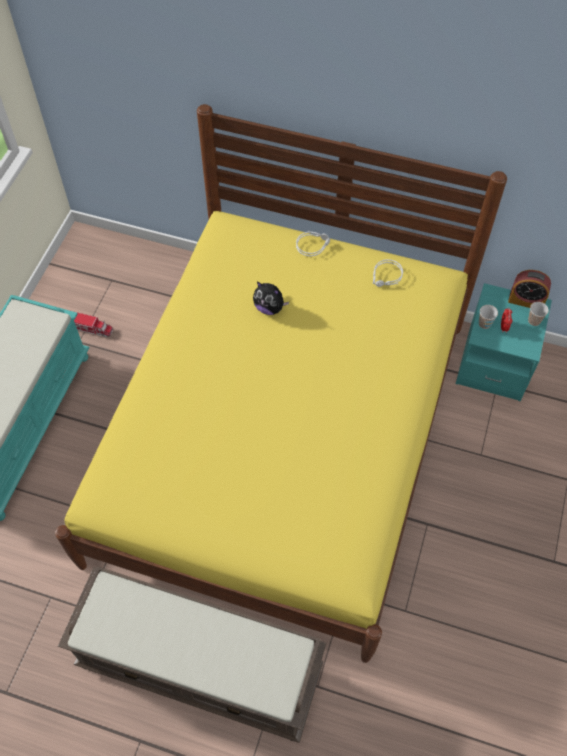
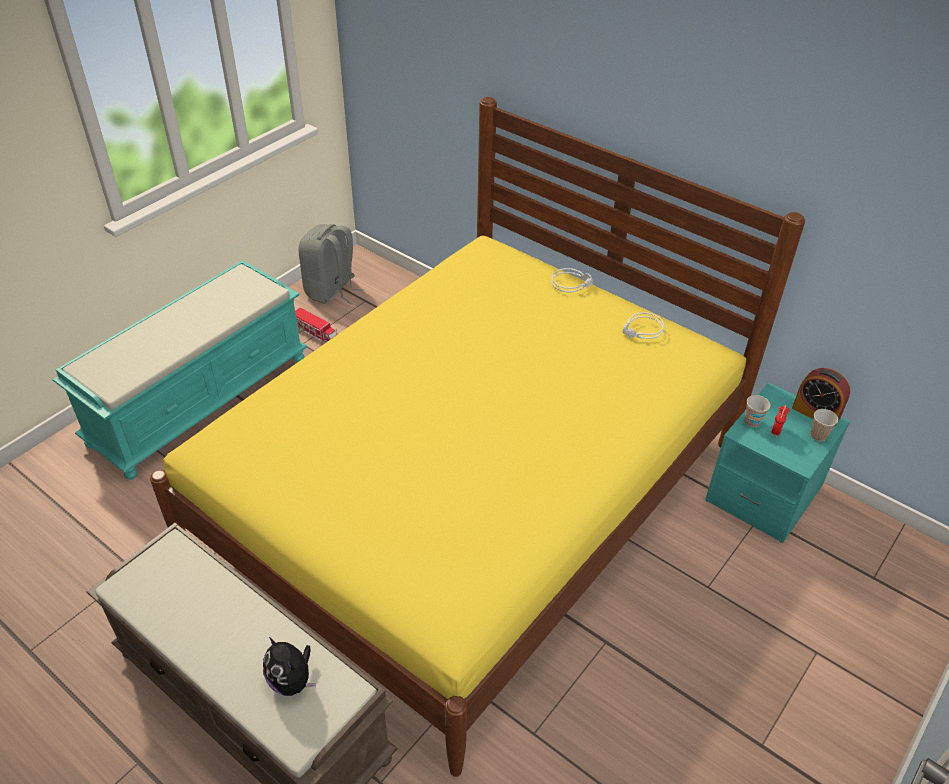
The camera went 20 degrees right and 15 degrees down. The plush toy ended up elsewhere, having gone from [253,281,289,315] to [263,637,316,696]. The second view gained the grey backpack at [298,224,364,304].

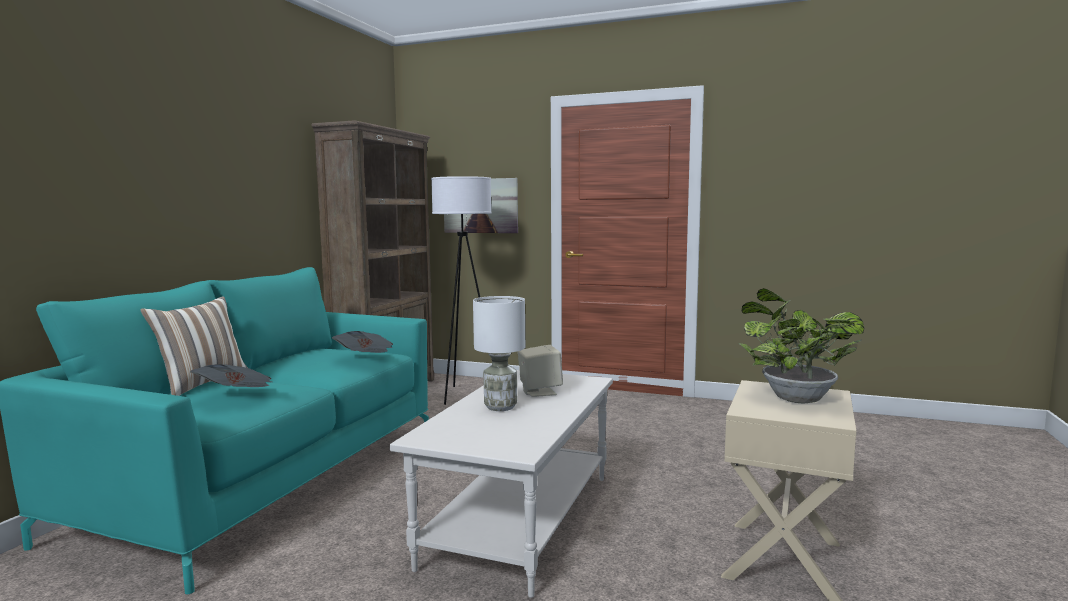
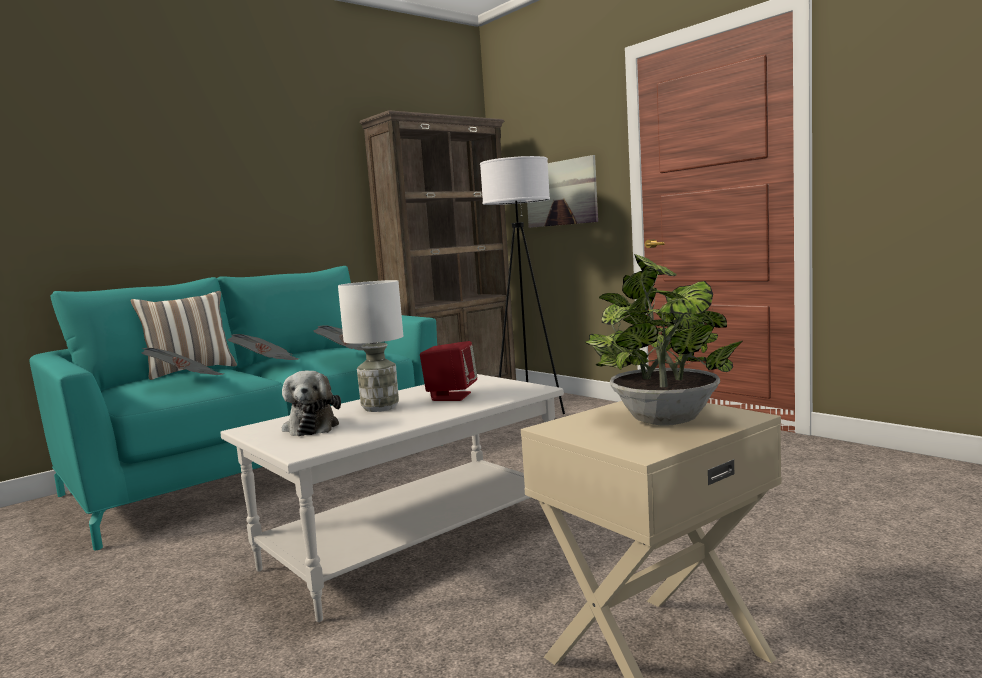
The camera went 30 degrees right and 0 degrees up. The second view gained the newspaper at [228,334,299,360]. The second view gained the plush toy at [282,371,341,436]. What was the beige speaker at [518,345,563,397] turned into the red speaker at [420,341,477,401].

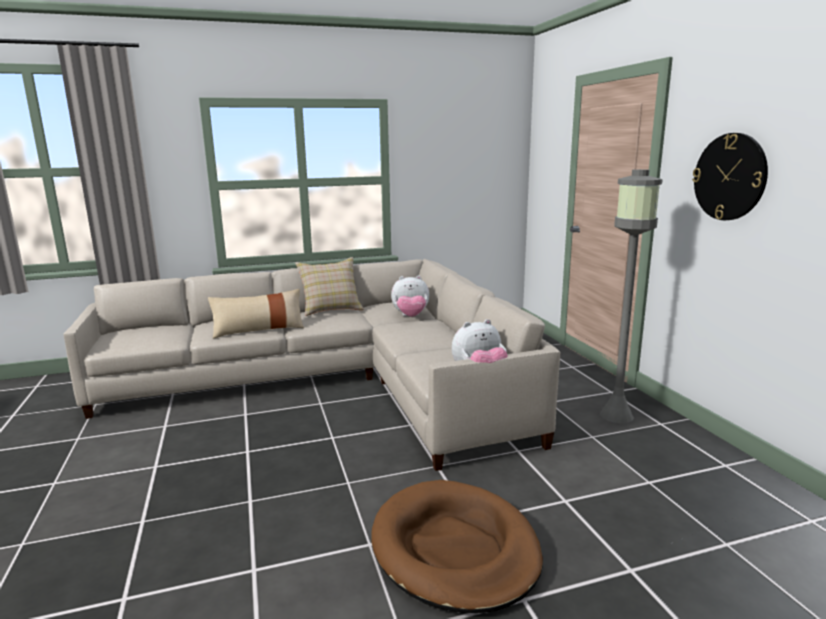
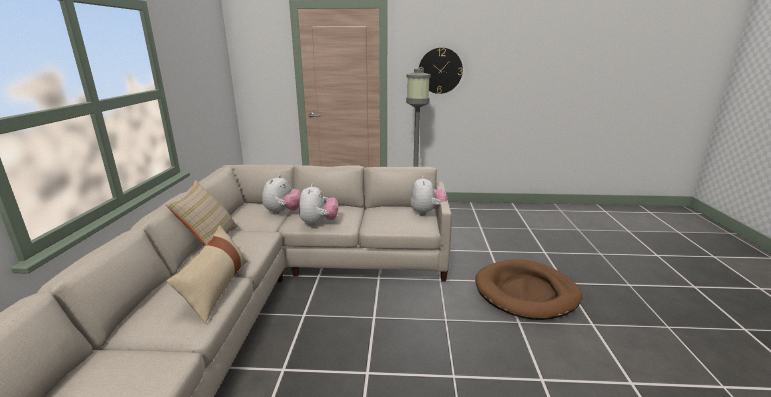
The camera went 70 degrees left and 5 degrees up. The second view gained the plush toy at [299,184,338,226].

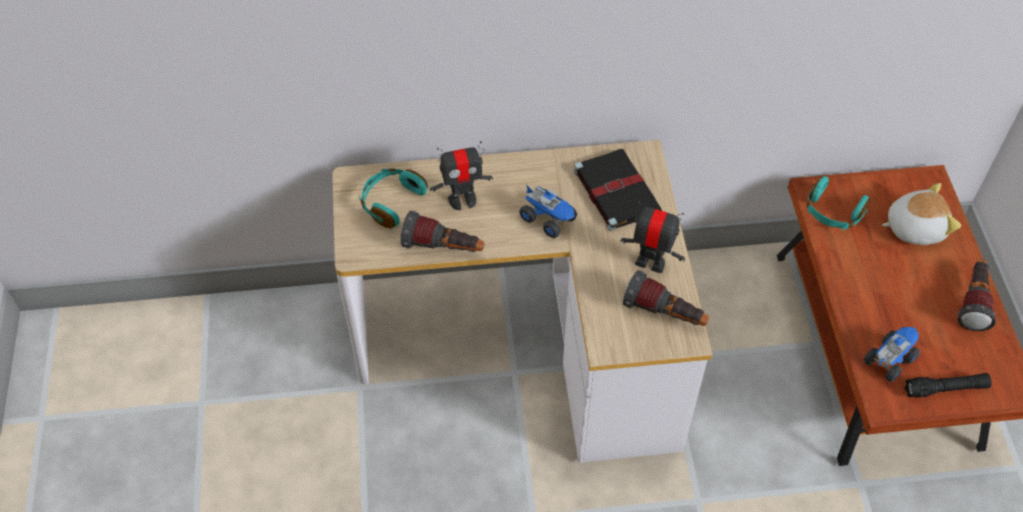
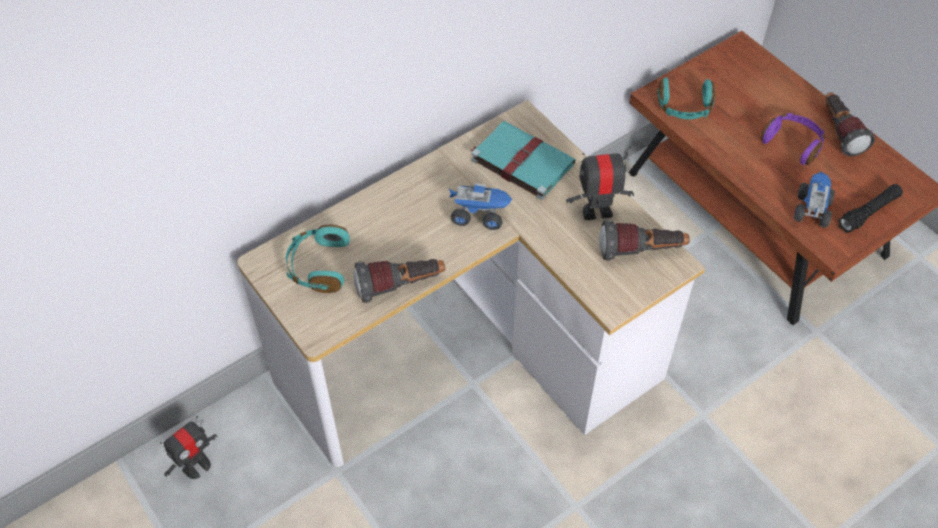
The camera went 30 degrees left and 0 degrees up. The toy robot ended up elsewhere, having gone from [430,141,493,210] to [160,416,218,479]. What was the black book at [574,149,662,231] turned into the turquoise book at [471,121,576,200]. The second view gained the purple headphones at [760,113,825,165]. The second view lost the plush toy at [882,183,961,245].

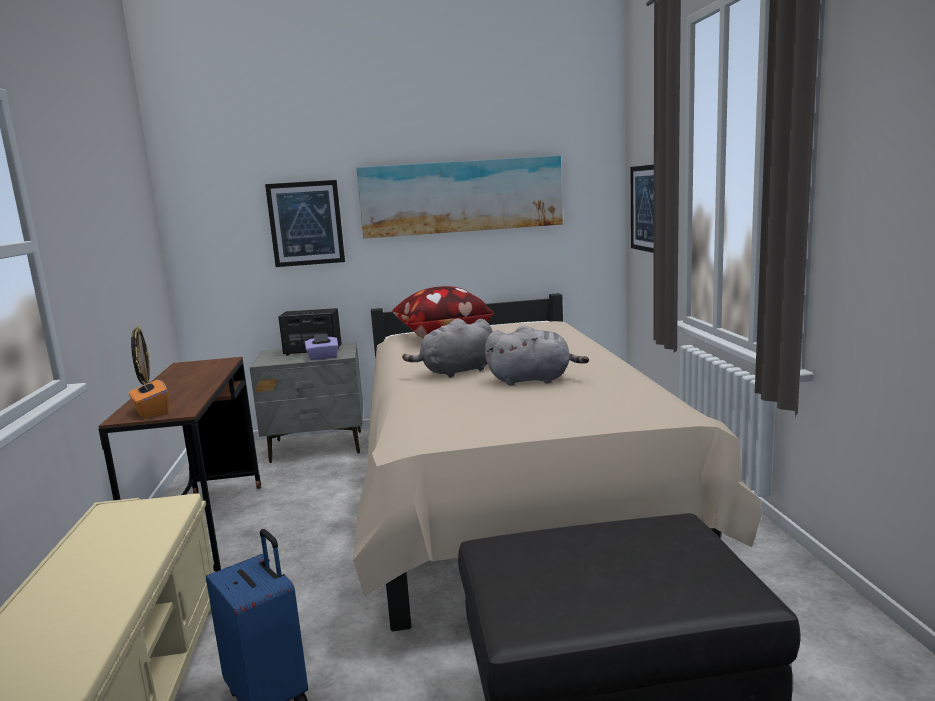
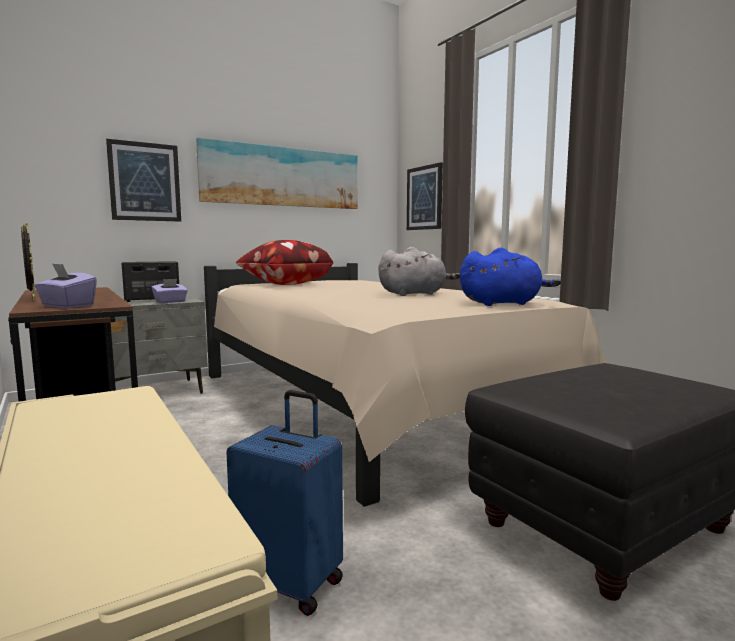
The camera went 25 degrees left and 5 degrees down. What was the orange tissue box at [129,378,169,418] turned into the purple tissue box at [34,263,97,308]. The second view gained the blue plush toy at [460,247,561,306]. The second view lost the grey plush toy at [402,318,493,378].

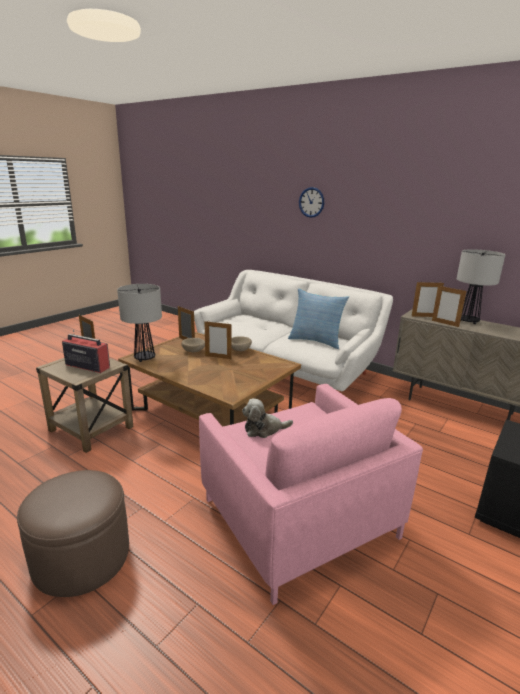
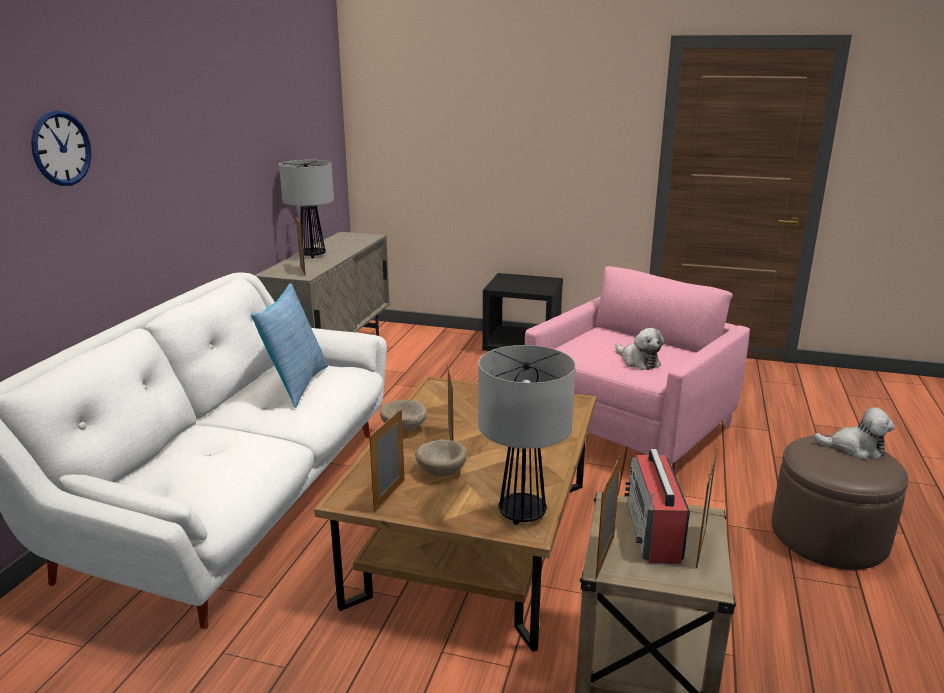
The camera went 110 degrees left and 0 degrees up. The picture frame ended up elsewhere, having gone from [432,286,467,327] to [696,446,717,568]. The second view gained the plush toy at [814,407,895,460].

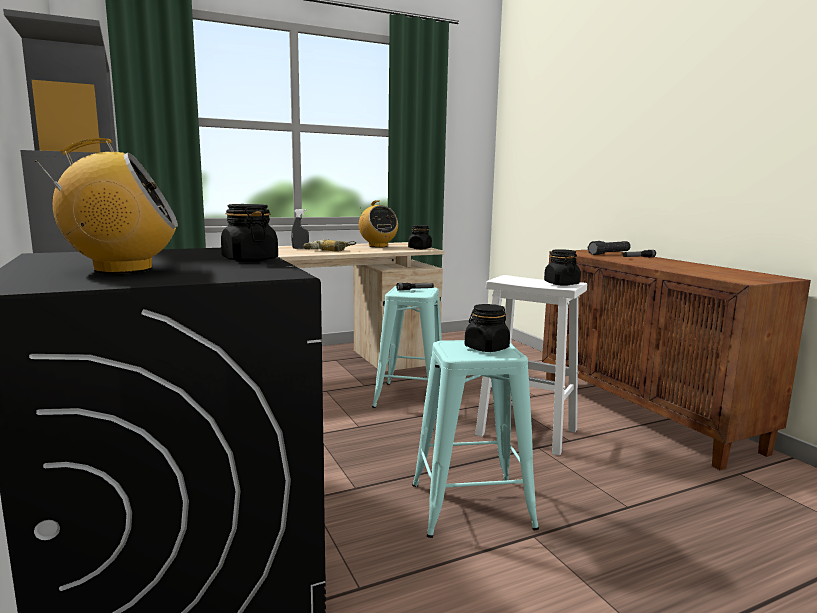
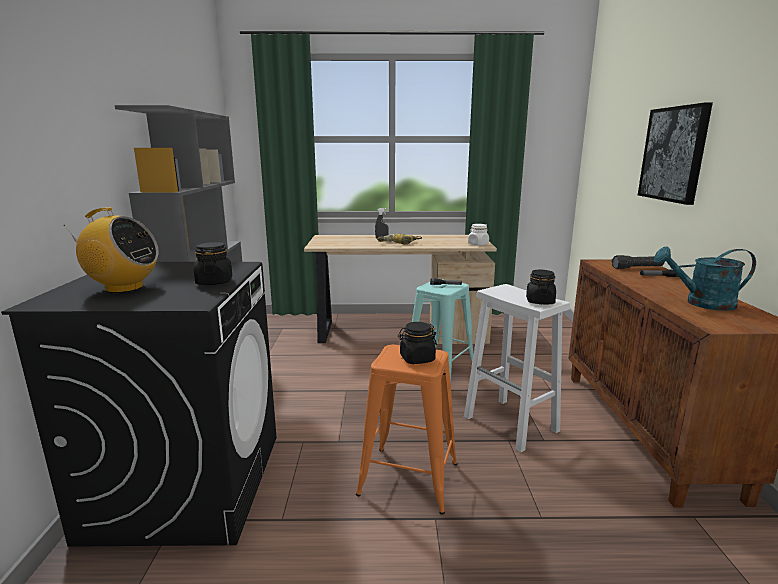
The camera went 25 degrees right and 5 degrees up. What was the turquoise stool at [412,340,539,538] turned into the orange stool at [356,345,457,515]. What was the black jar at [408,225,432,249] turned into the white jar at [468,224,489,246]. The second view gained the picture at [638,102,713,205]. The second view gained the turquoise watering can at [654,246,756,311]. The second view lost the radio at [359,200,398,247].

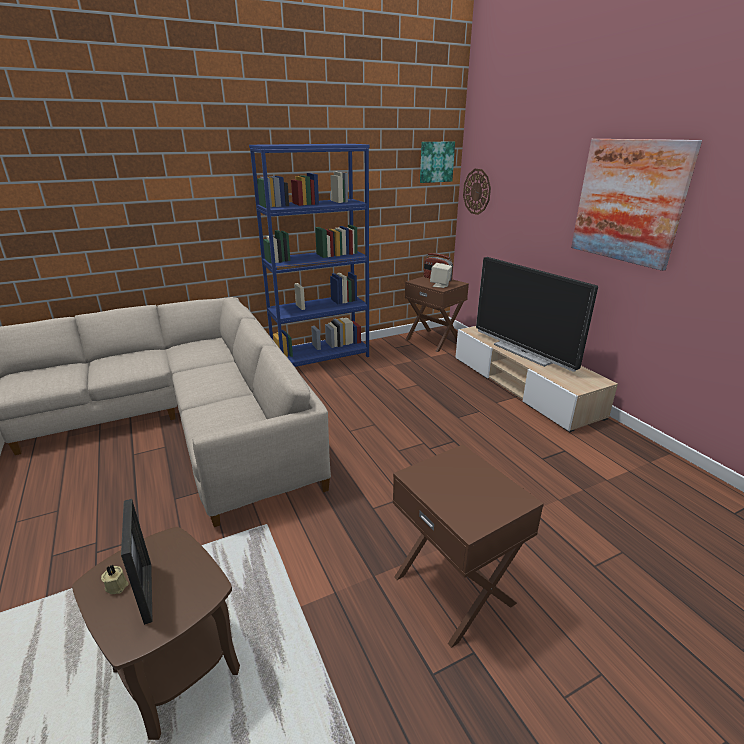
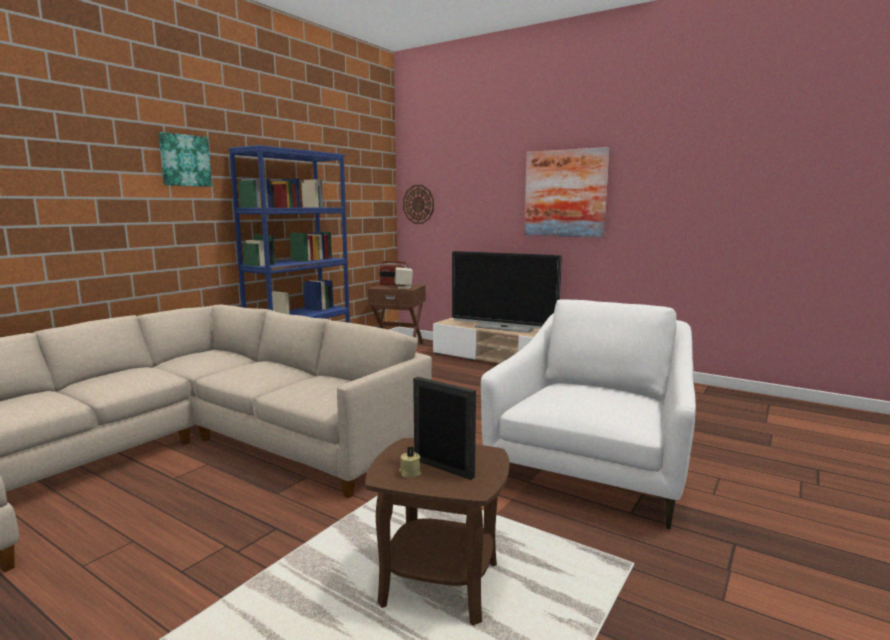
The camera went 30 degrees left and 15 degrees down. The picture ended up elsewhere, having gone from [420,142,455,183] to [158,132,212,187]. Where the brown side table stood at [393,444,544,648], the white armchair came to stand at [481,299,696,529].

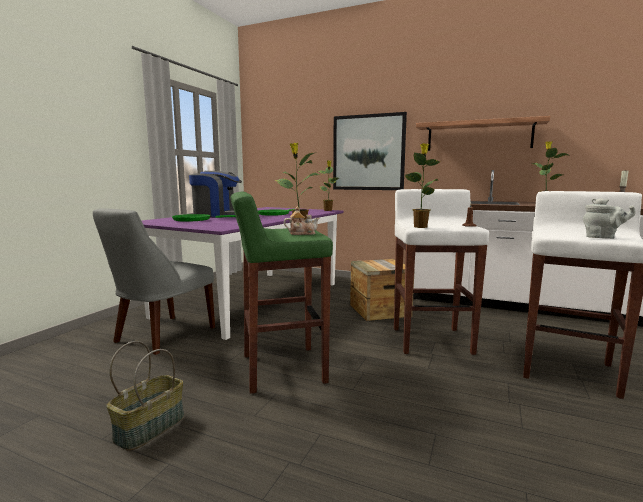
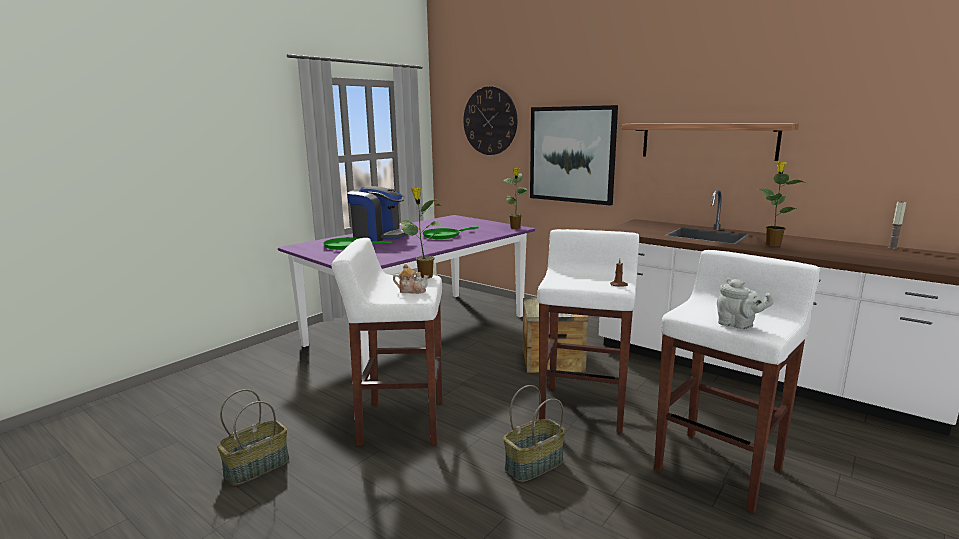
The camera went 15 degrees right and 5 degrees up. What was the green stool at [231,192,333,394] turned into the white stool at [331,238,443,446]. The second view gained the wall clock at [463,86,517,155]. The second view gained the basket at [503,385,566,482]. The second view lost the grey chair at [93,208,215,355]. The second view lost the potted plant at [405,143,439,228].

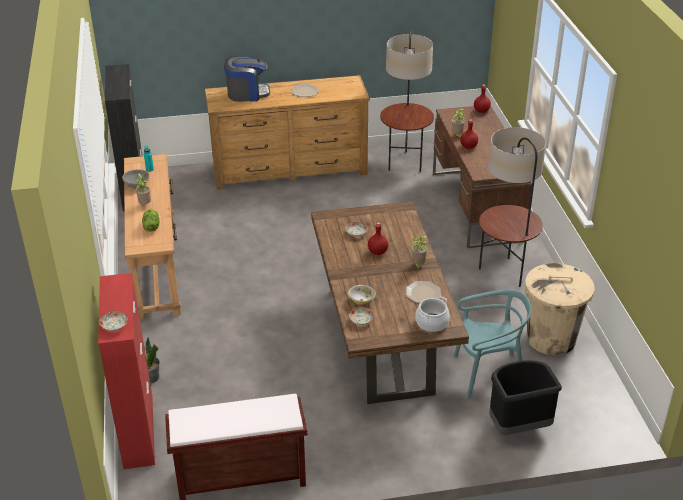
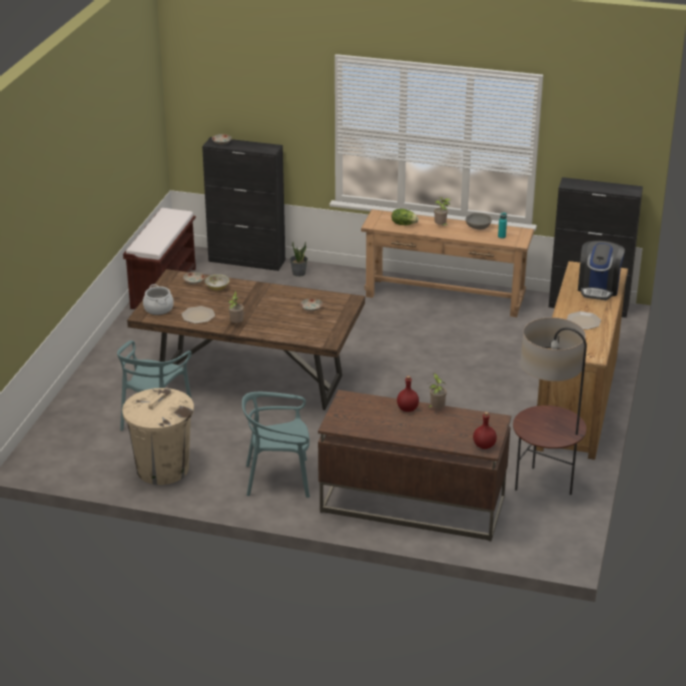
The camera went 115 degrees right and 5 degrees down. What was the red cabinet at [98,273,155,469] turned into the black cabinet at [202,137,285,271]. Where the floor lamp stood at [479,127,546,287], the turquoise chair came to stand at [242,392,310,498]. The second view lost the red bottle at [368,222,388,255]. The second view lost the black trash can at [489,360,562,435].

